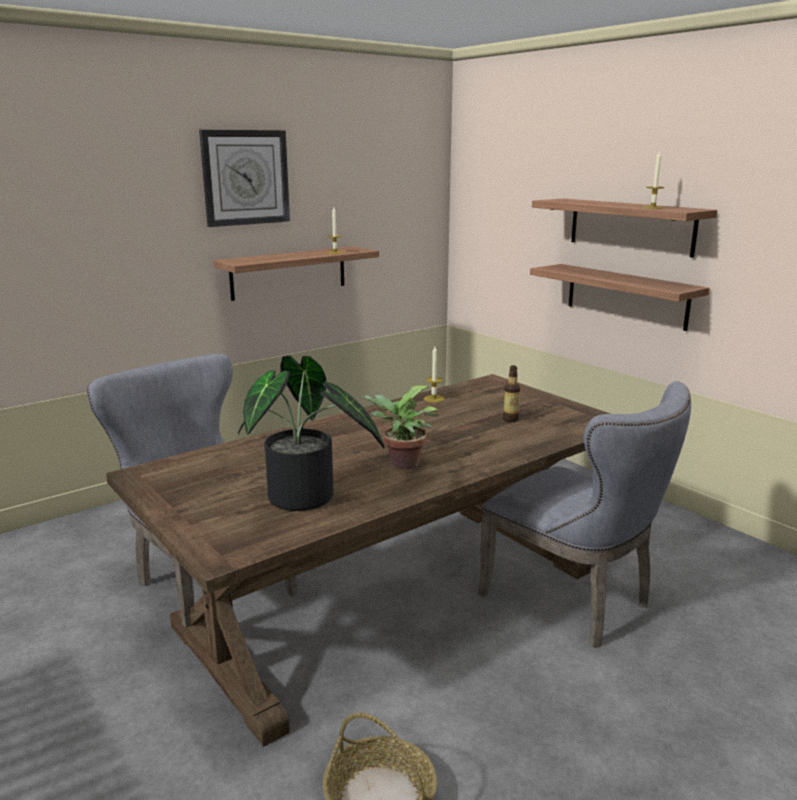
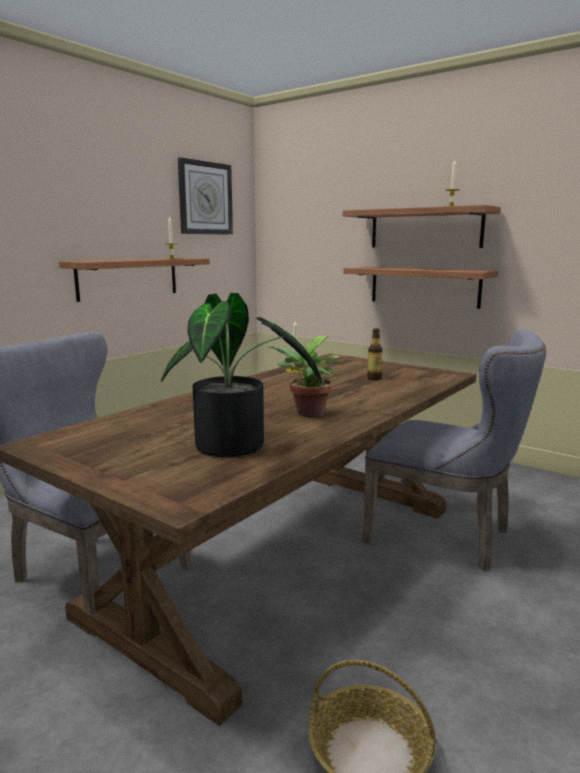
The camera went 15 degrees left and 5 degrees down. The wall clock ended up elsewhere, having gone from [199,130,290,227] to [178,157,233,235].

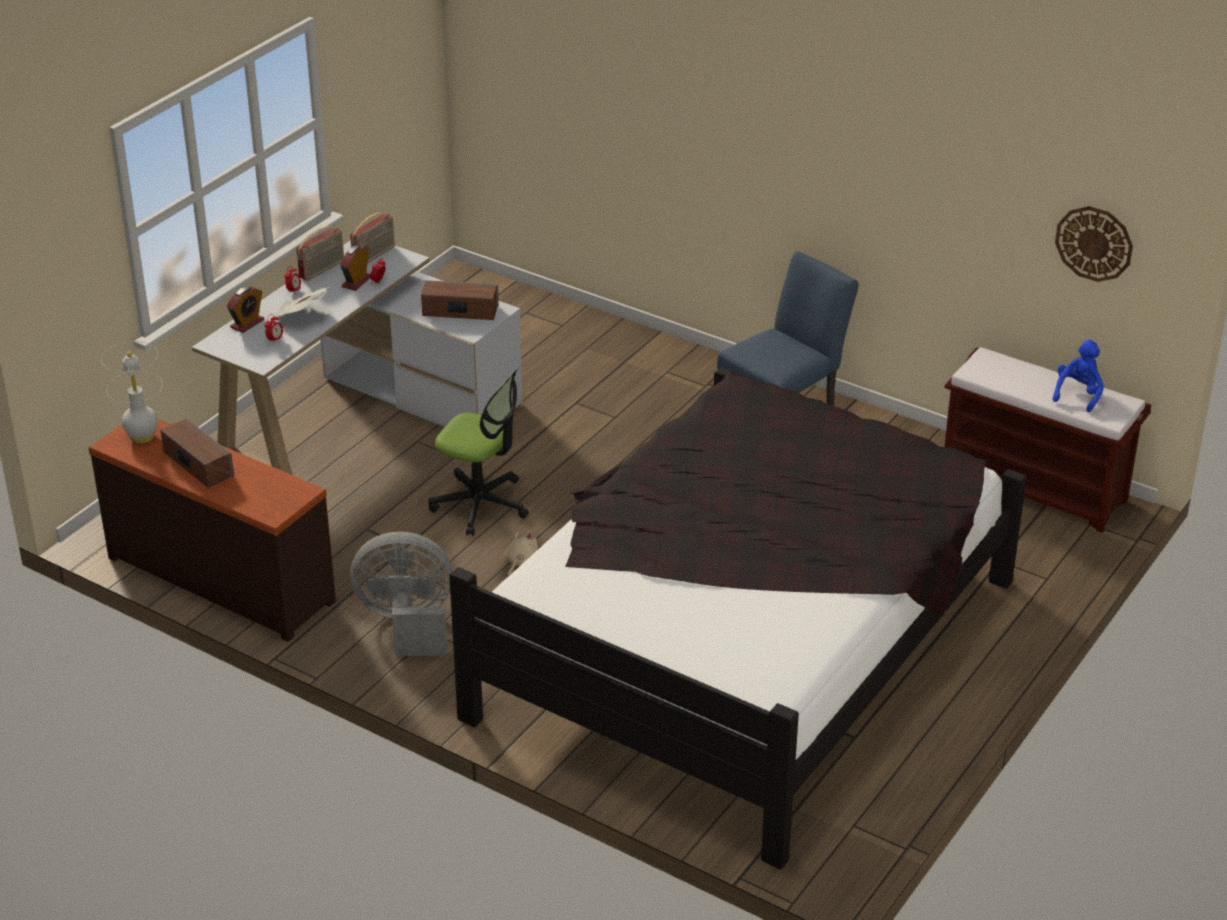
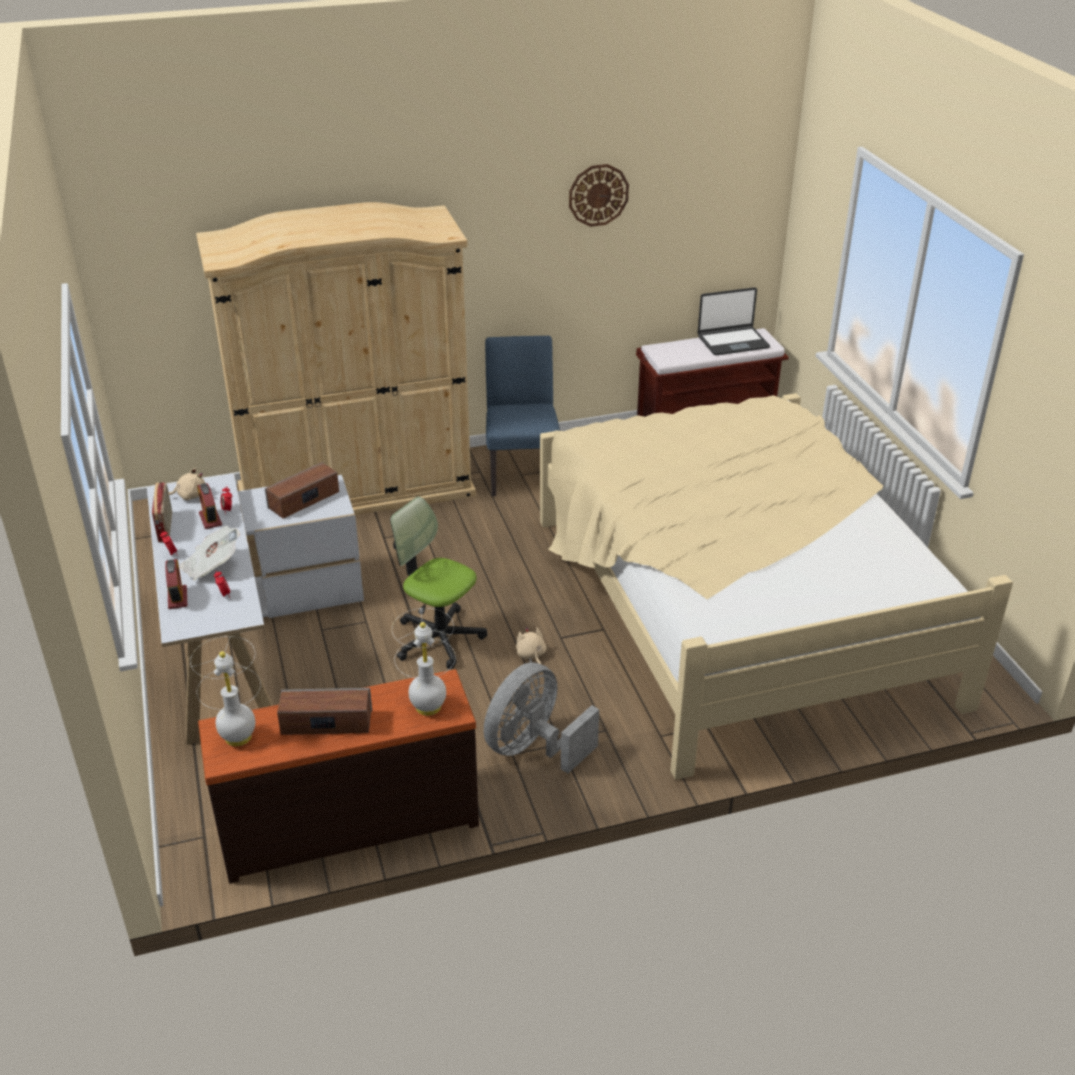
The camera went 50 degrees left and 0 degrees up. Where the radio stood at [350,213,395,263], the beige plush toy came to stand at [169,468,205,500]. The second view gained the beige wardrobe at [196,202,476,515]. The office chair at [429,367,529,536] ended up facing another way, 120 degrees counterclockwise from before. The second view gained the white table lamp at [392,608,456,716]. What was the black bed at [449,368,1027,870] turned into the beige bed at [540,393,1013,780]. The wall clock ended up elsewhere, having gone from [1055,206,1133,282] to [569,164,629,227]. Where the blue plush toy stood at [1053,340,1104,412], the laptop came to stand at [698,287,770,355].

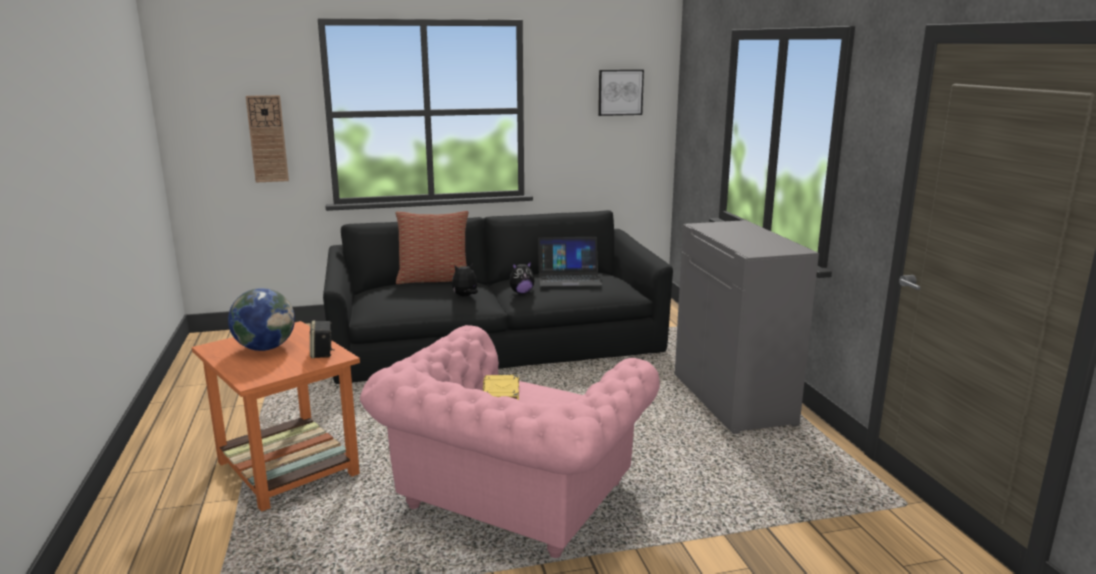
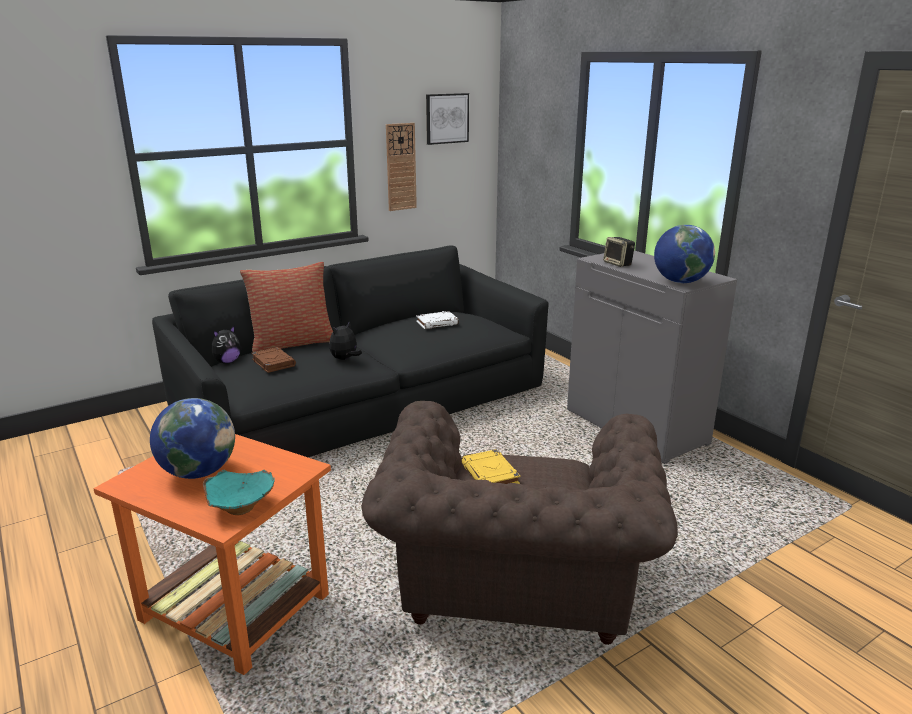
The camera went 20 degrees left and 5 degrees up. The second view gained the turquoise bowl at [203,470,275,515]. The plush toy ended up elsewhere, having gone from [509,261,535,294] to [212,326,241,364]. The second view gained the brown book at [251,347,296,373]. What was the pink armchair at [360,325,660,558] turned into the brown armchair at [361,401,678,645]. The wall clock ended up elsewhere, having gone from [246,95,289,182] to [386,123,417,211]. Where the laptop stood at [538,237,602,287], the white book came to stand at [416,311,459,329]. The speaker ended up elsewhere, having gone from [310,320,334,358] to [603,237,635,267]. The second view gained the globe at [654,225,715,283].

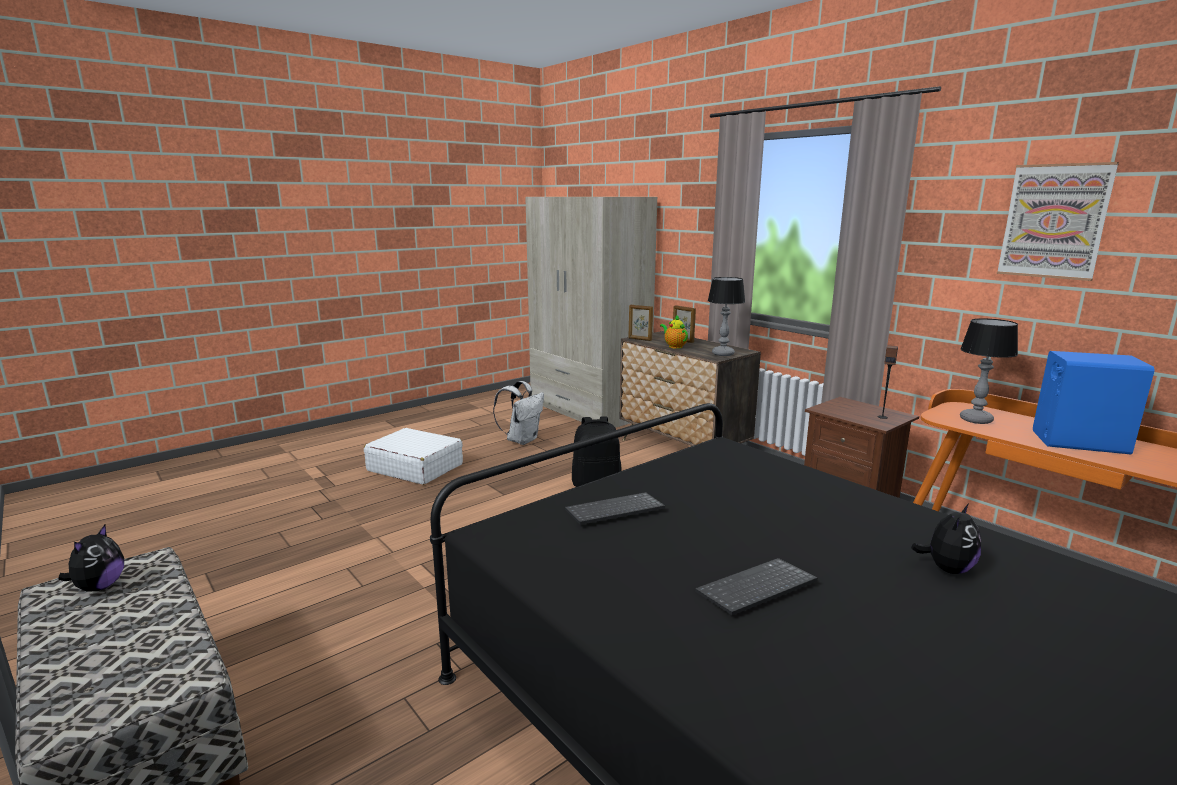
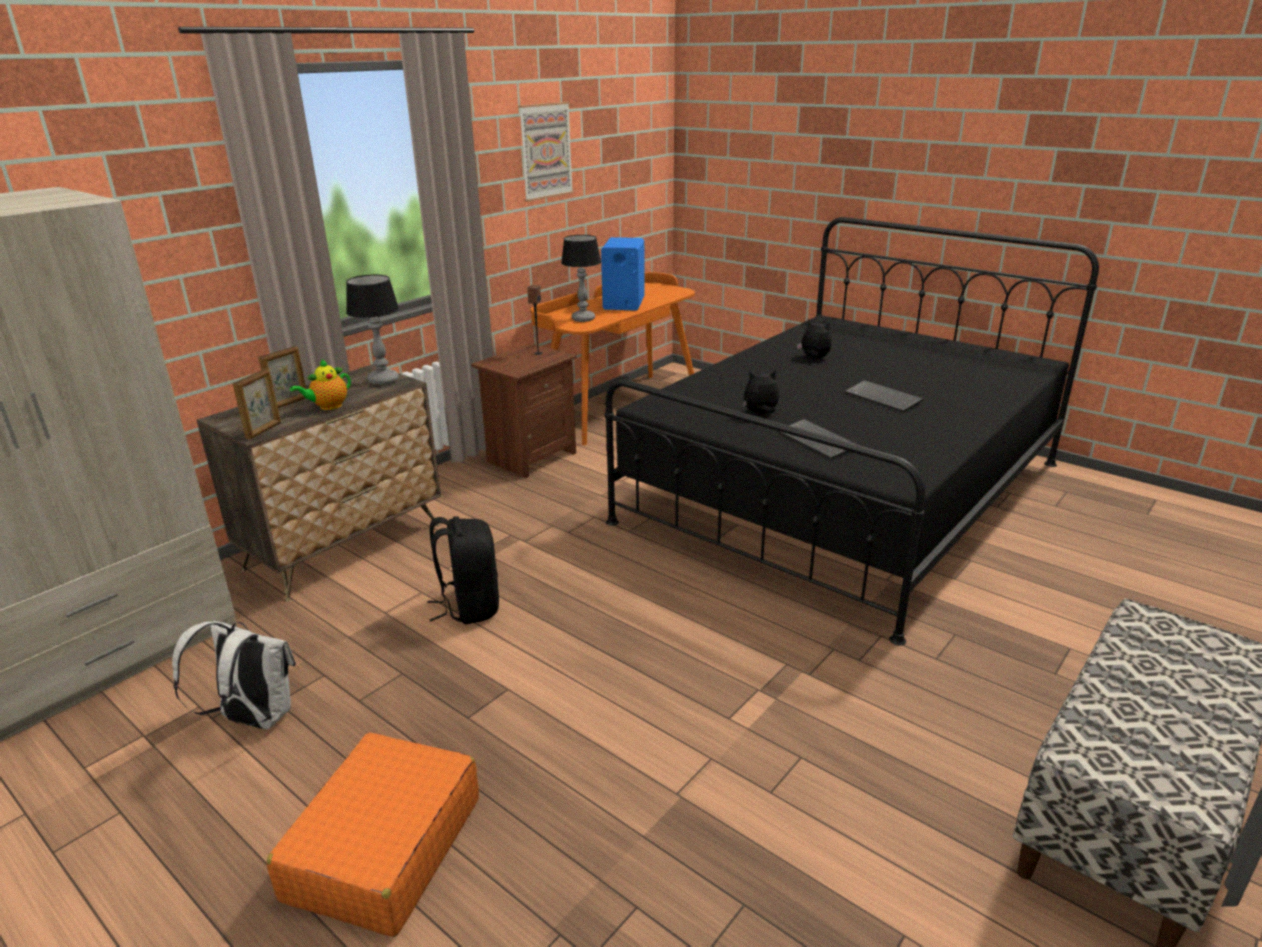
The camera went 100 degrees left and 10 degrees up. What was the white suitcase at [364,428,463,485] turned into the orange suitcase at [267,733,479,937]. The plush toy ended up elsewhere, having gone from [58,525,124,591] to [743,370,779,414].

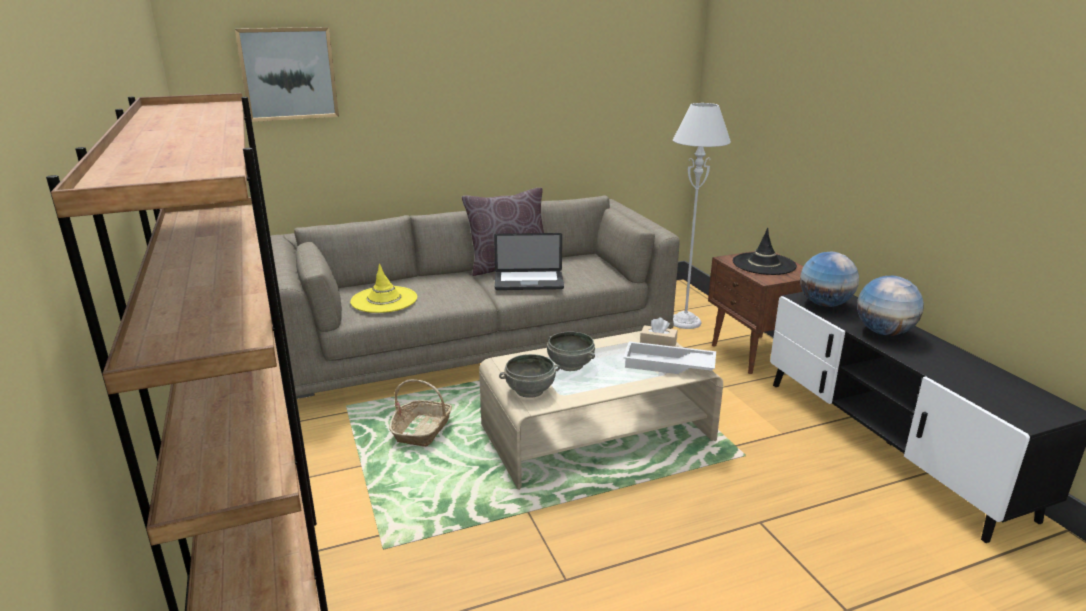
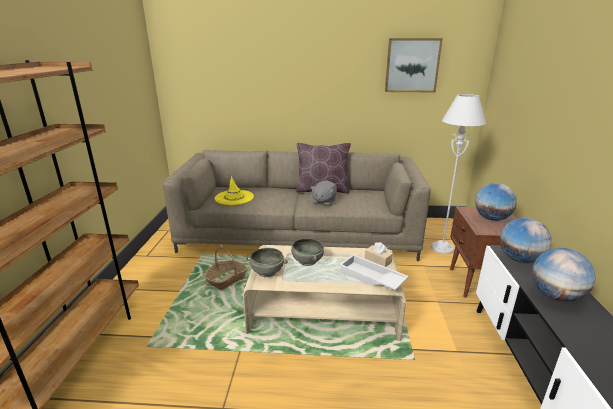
The camera went 25 degrees right and 0 degrees up. Where the laptop stood at [494,233,564,290], the grey plush toy came to stand at [310,181,337,206]. The picture ended up elsewhere, having gone from [235,27,339,122] to [385,38,443,93]. Where the black hat stood at [733,228,797,275], the globe came to stand at [475,183,517,221].

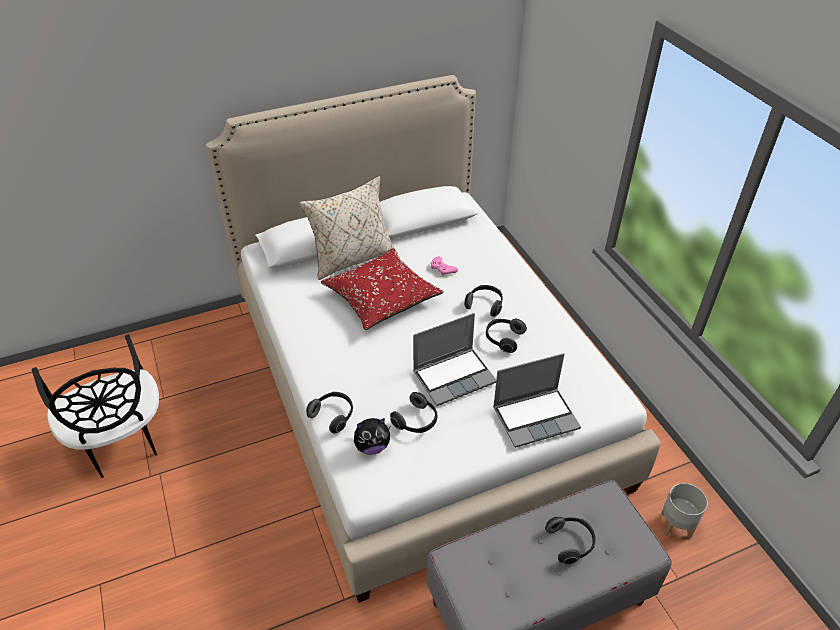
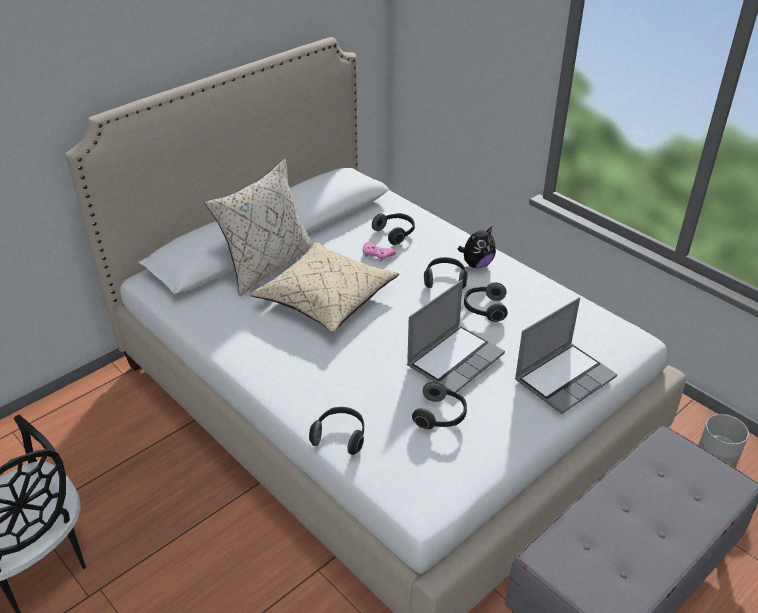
The camera went 20 degrees left and 5 degrees down. What was the red pillow at [321,248,444,330] turned into the beige pillow at [250,242,399,333]. The headphones ended up elsewhere, having gone from [545,516,596,565] to [372,213,415,245]. The plush toy ended up elsewhere, having gone from [354,418,390,455] to [458,227,496,268].

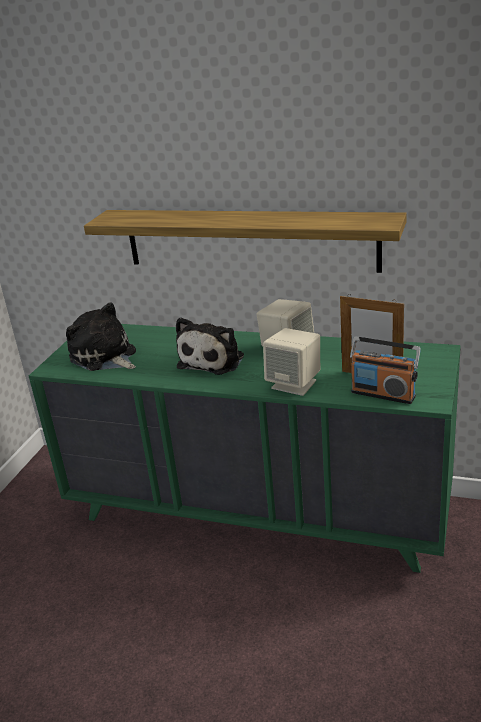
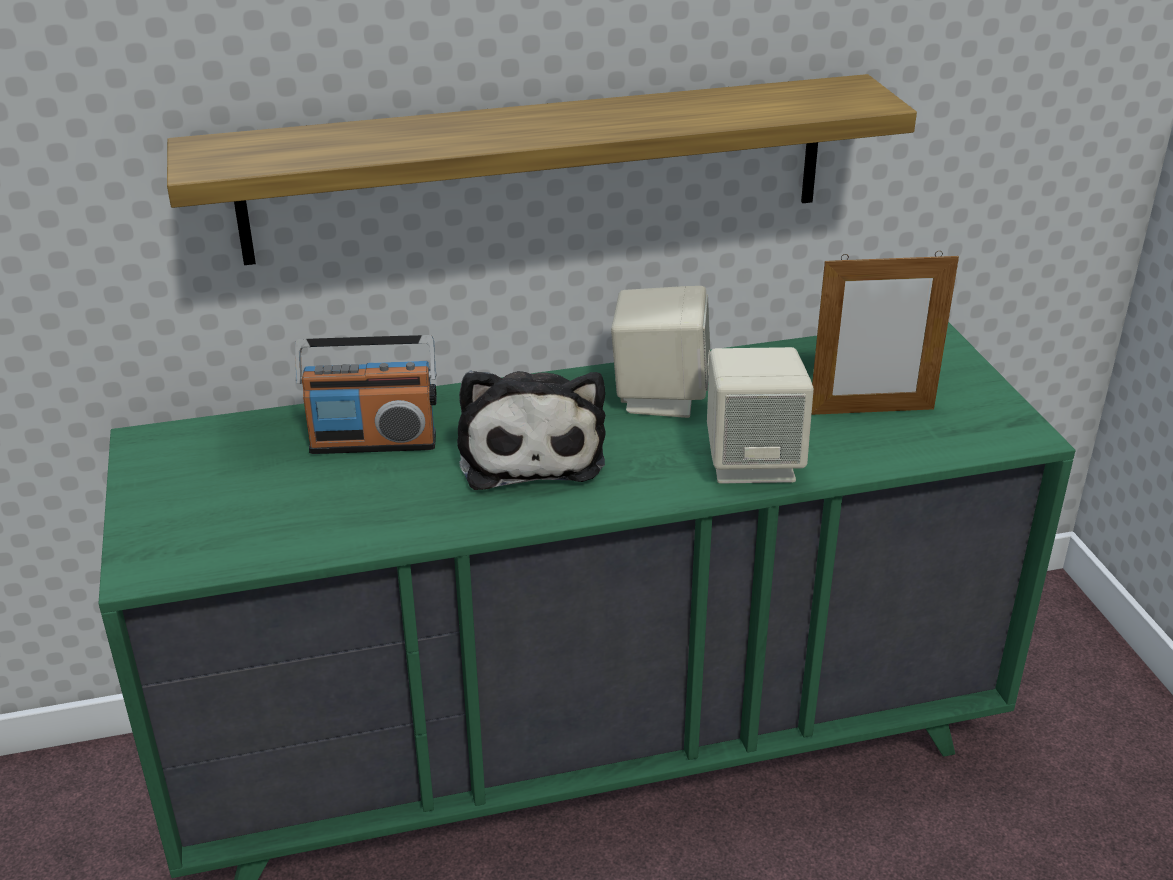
The camera went 35 degrees left and 5 degrees up. The radio ended up elsewhere, having gone from [350,336,421,404] to [295,335,437,454]. The second view lost the plush toy at [66,302,136,371].

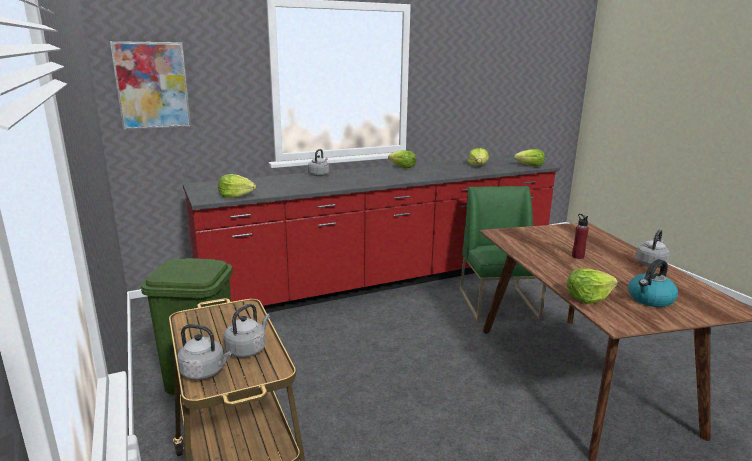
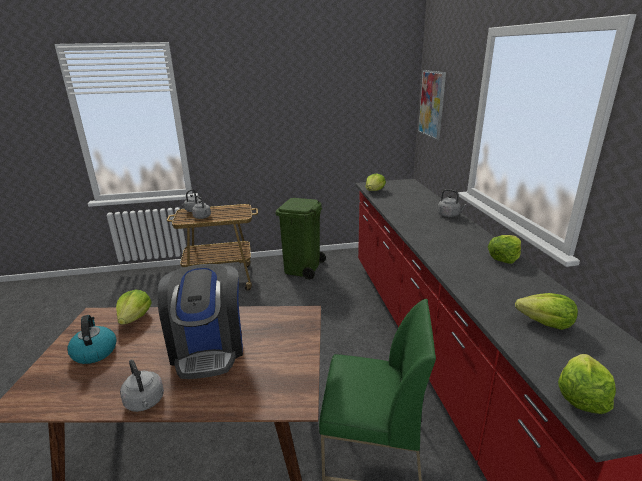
The camera went 105 degrees right and 5 degrees up. Where the red bottle stood at [572,214,589,259], the coffee machine came to stand at [158,264,243,379].

